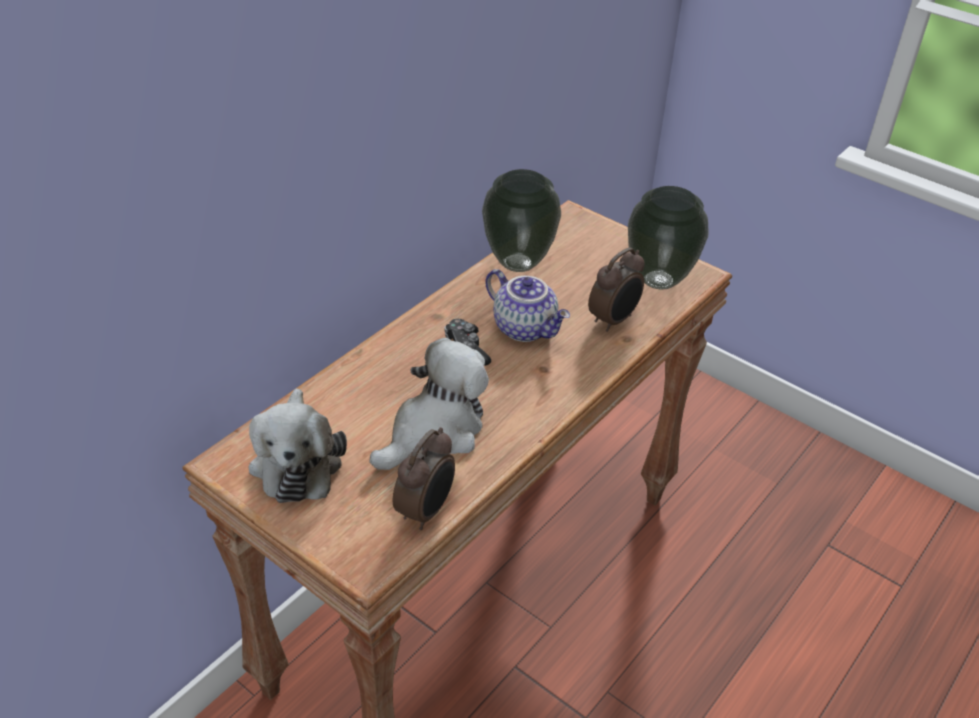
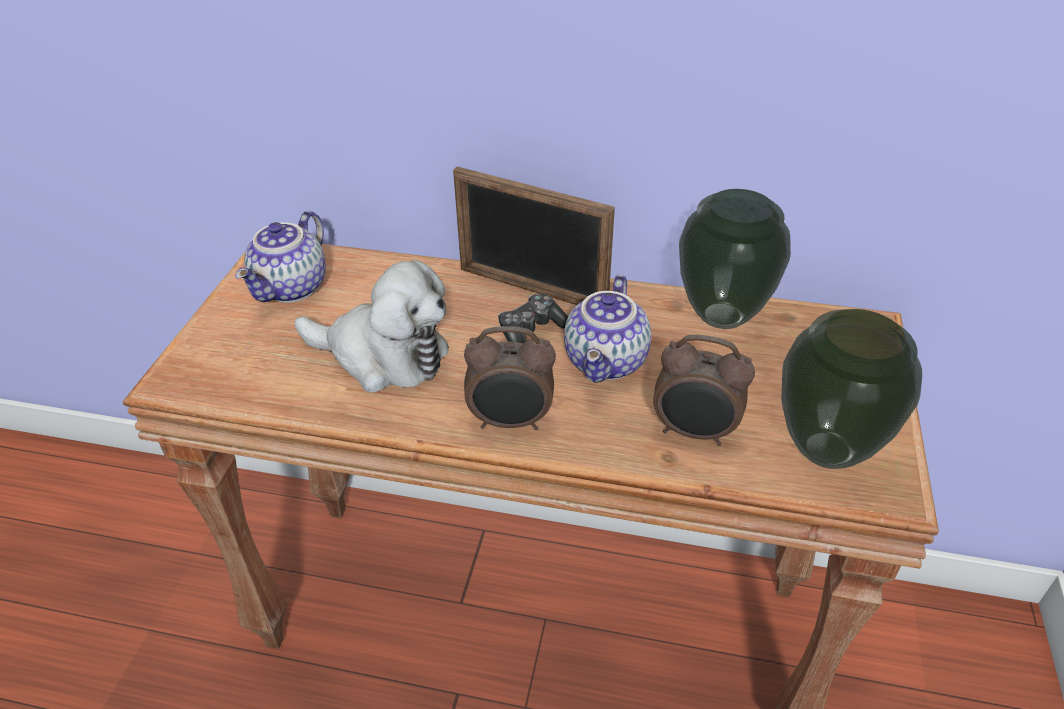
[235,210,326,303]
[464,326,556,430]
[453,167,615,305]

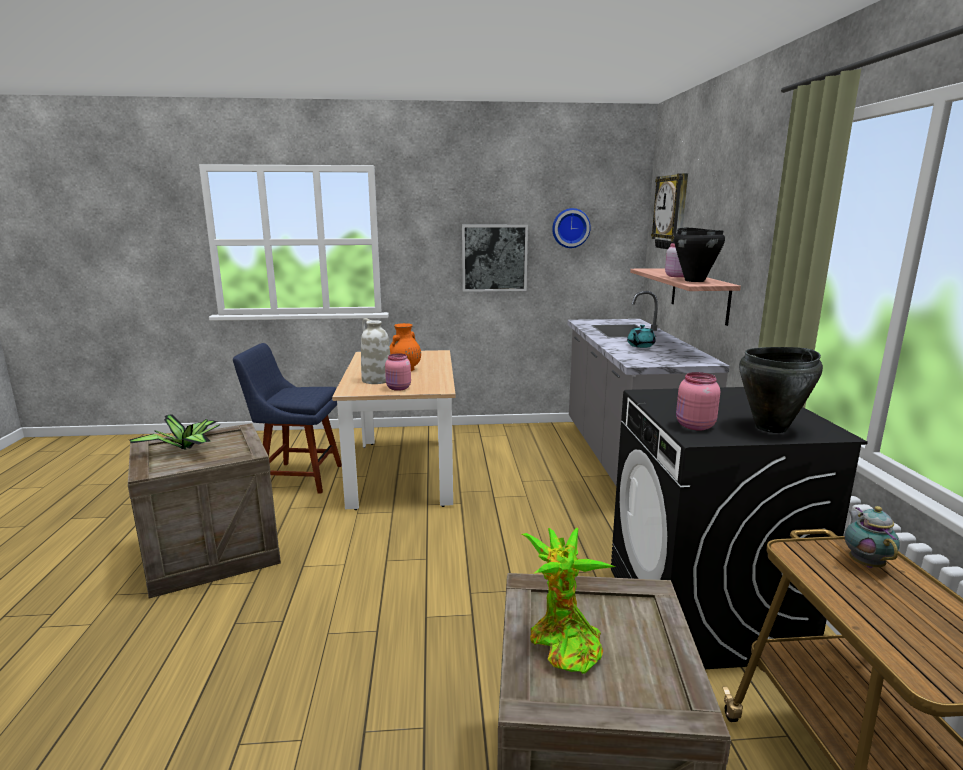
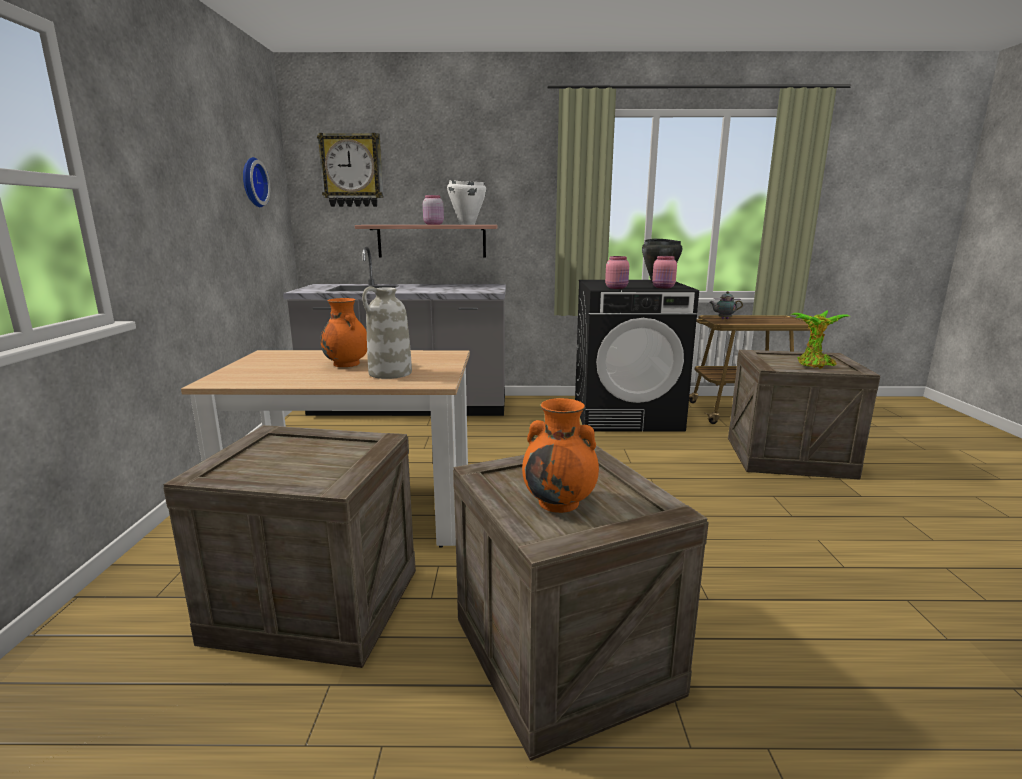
[522,398,599,513]
[163,425,416,668]
[605,256,629,289]
[462,225,528,292] (first image)
[627,325,656,348] (first image)
[447,180,486,225]

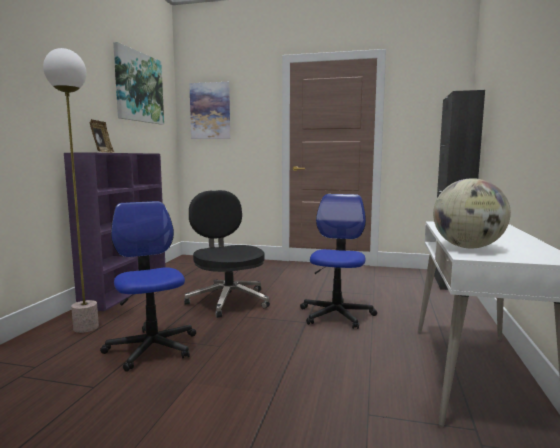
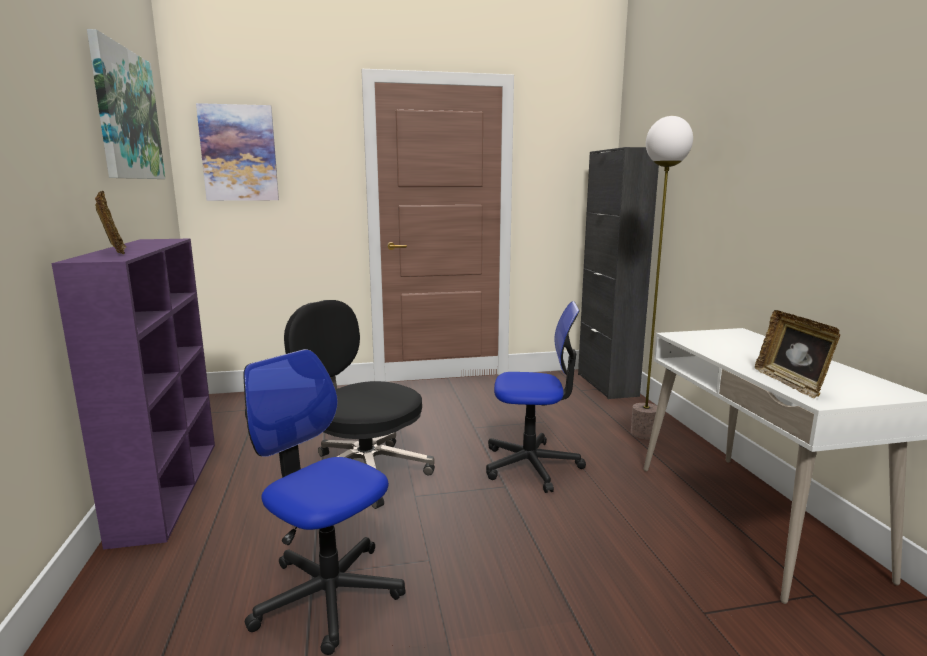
[631,116,693,439]
[486,301,586,493]
[755,310,840,398]

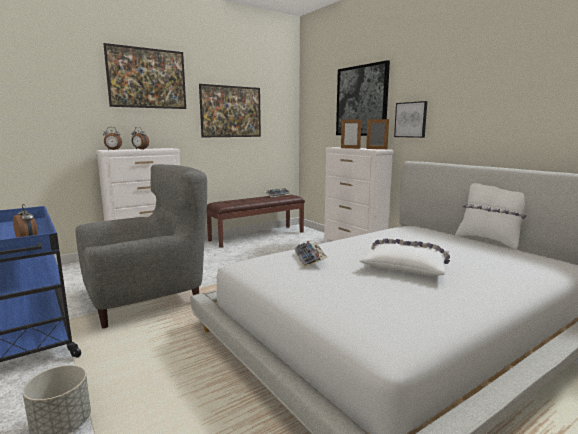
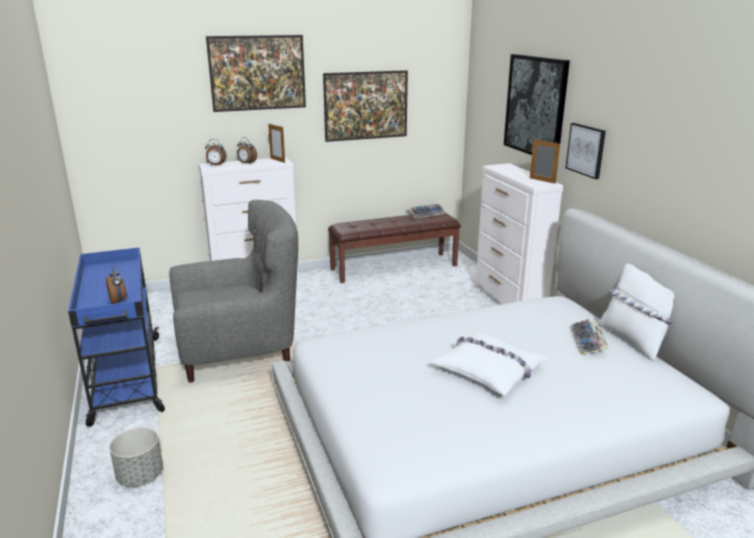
[571,319,609,356]
[268,124,285,163]

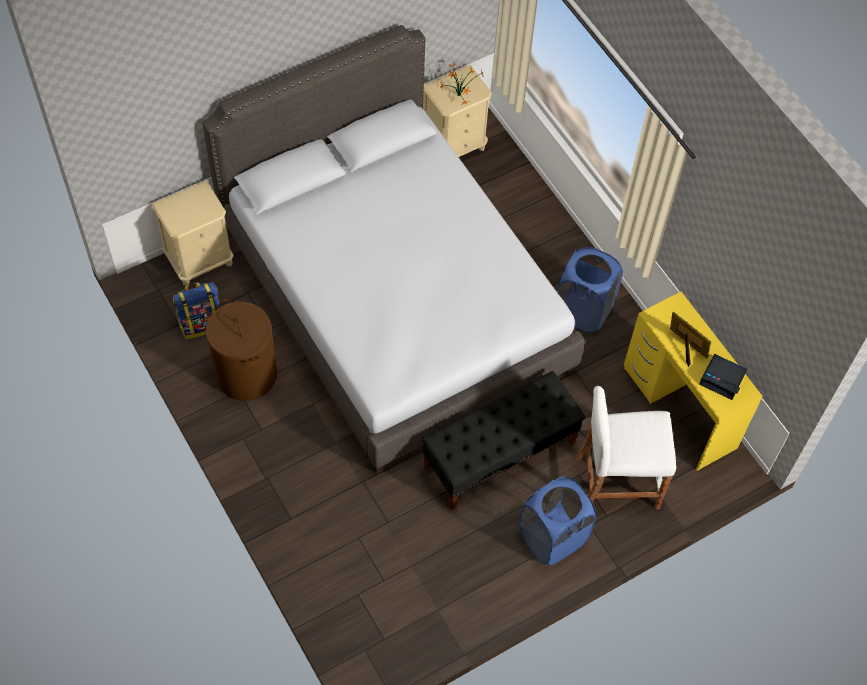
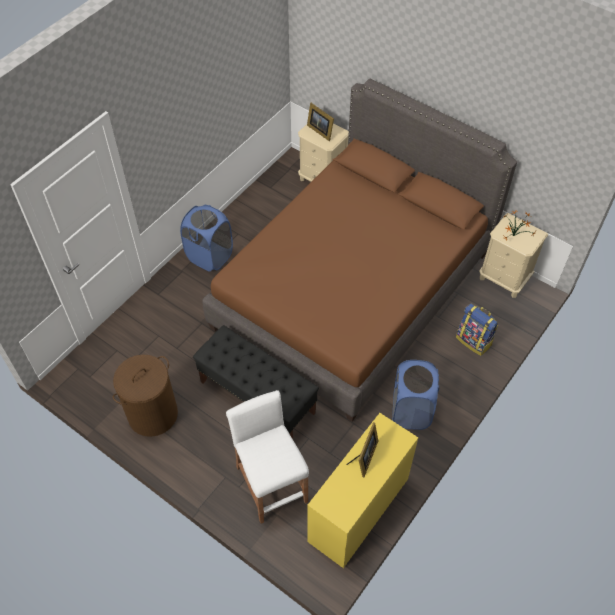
[456,304,498,356]
[202,79,517,422]
[113,354,178,437]
[180,205,233,271]
[699,354,747,400] (first image)
[307,103,334,141]

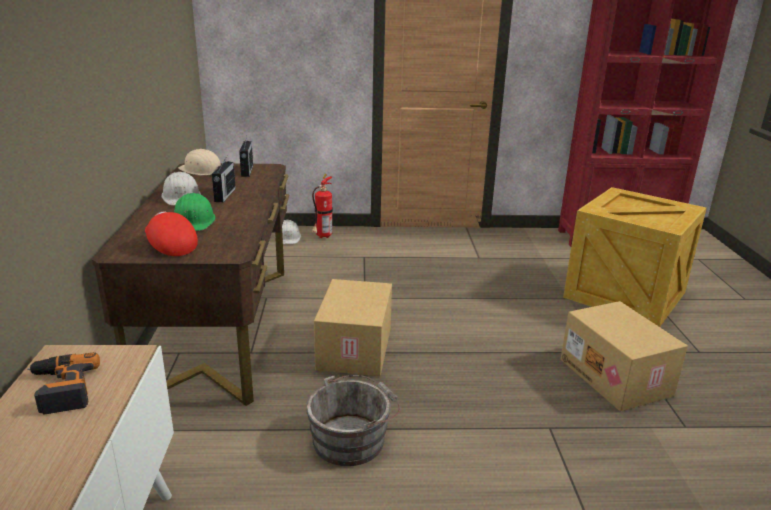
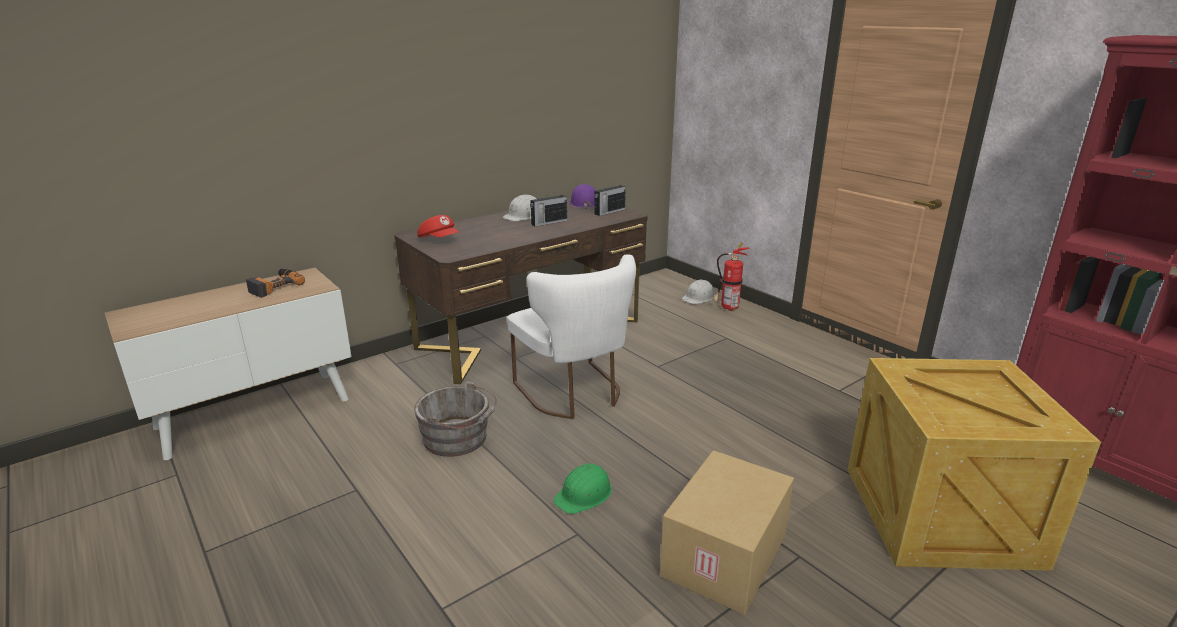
[417,215,459,238]
[553,464,612,514]
[569,184,596,209]
[507,254,636,419]

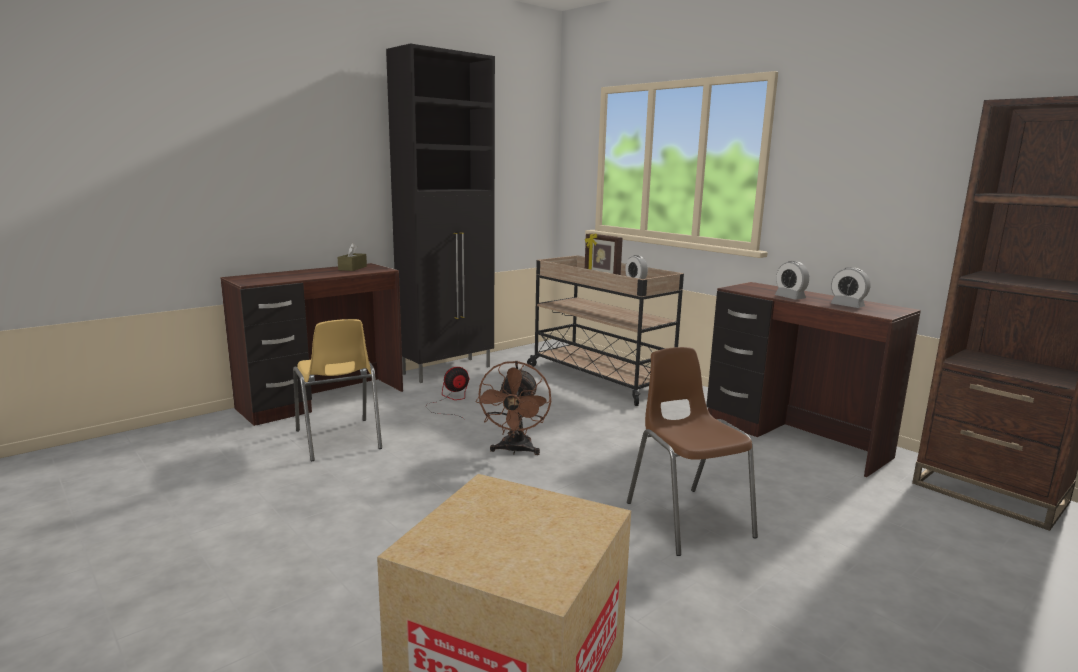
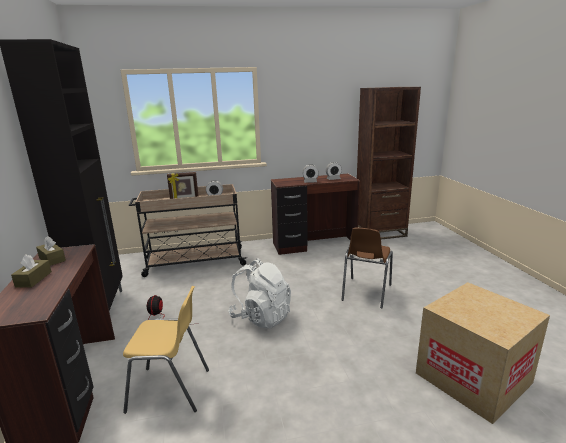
[228,259,291,329]
[342,228,393,309]
[11,254,52,288]

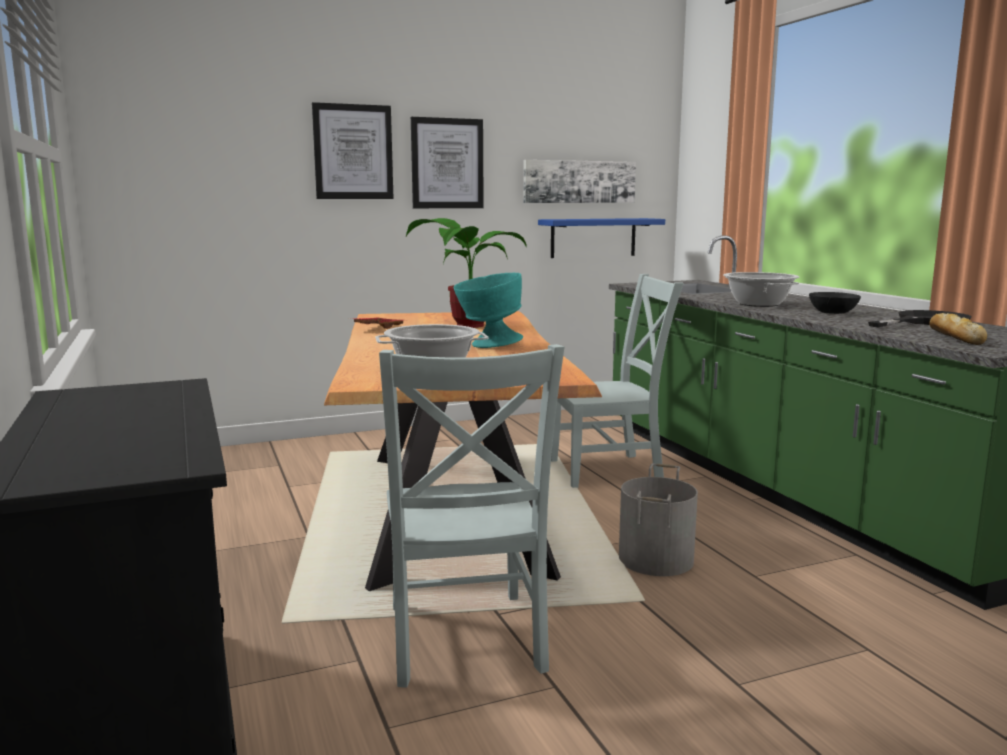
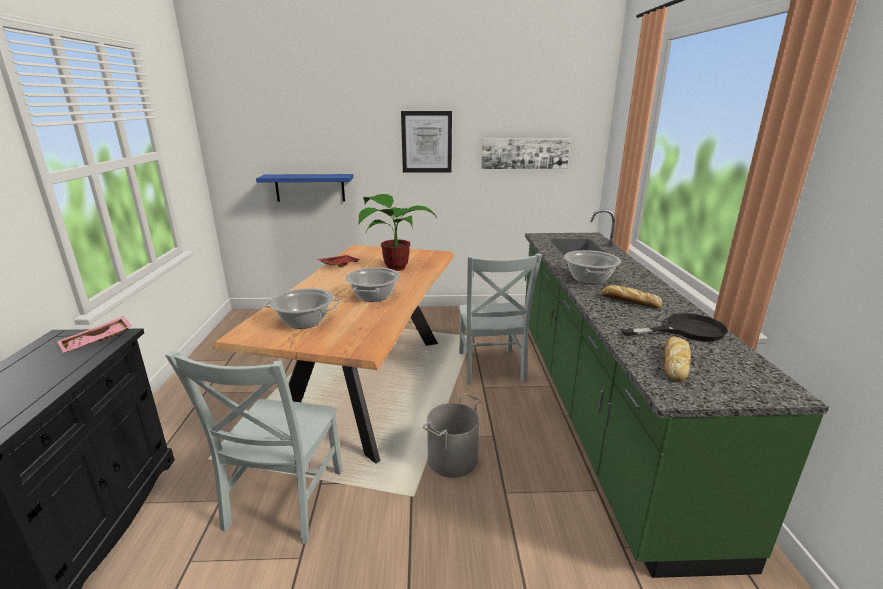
[312,102,393,199] (first image)
[345,267,400,302]
[256,174,353,202]
[459,253,542,385]
[601,285,663,308]
[57,316,132,353]

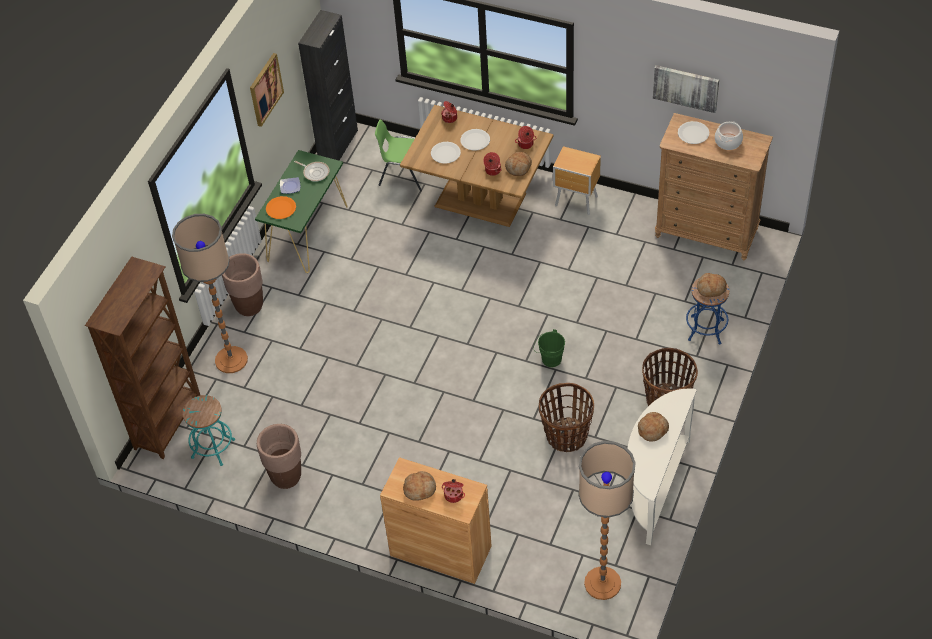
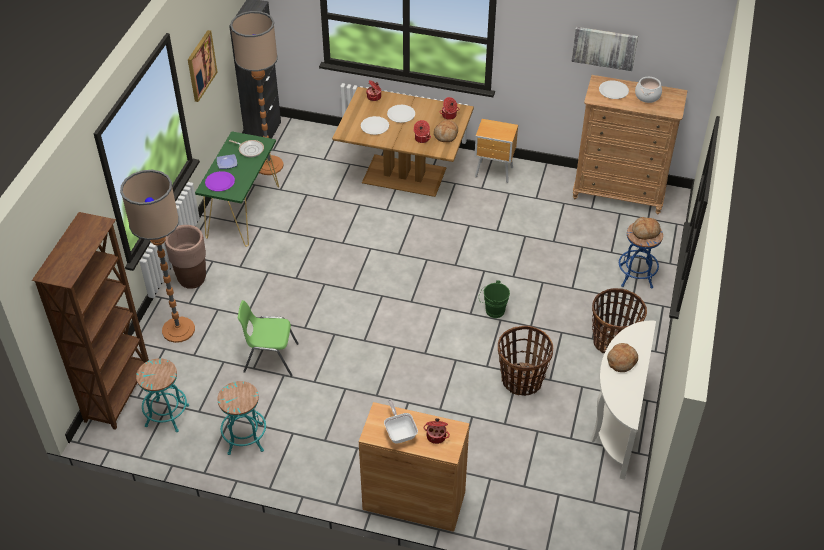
[217,381,266,455]
[205,171,235,191]
[238,300,299,377]
[384,399,418,444]
[230,11,284,175]

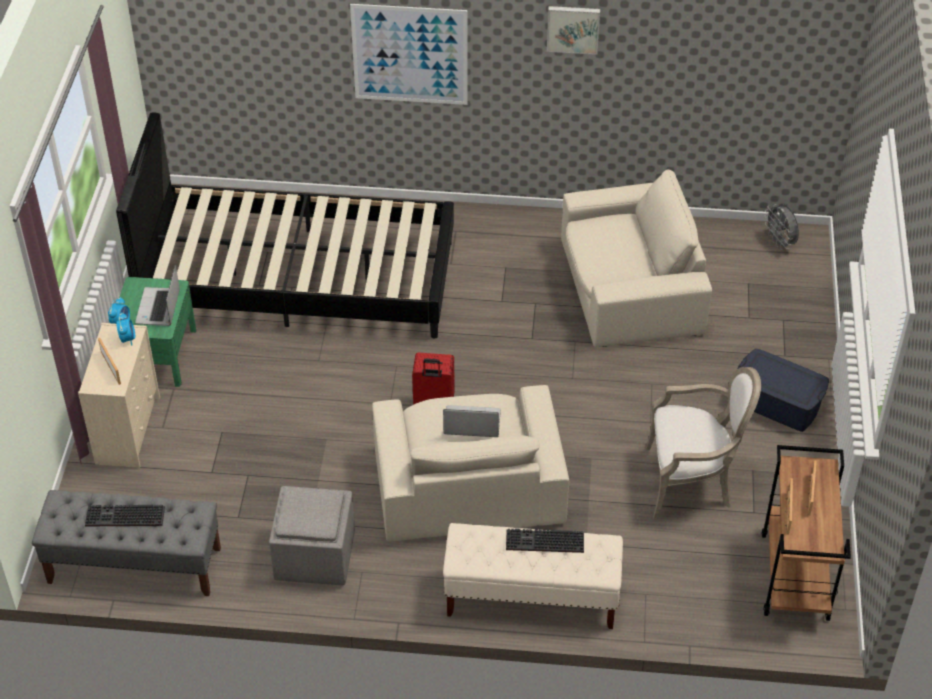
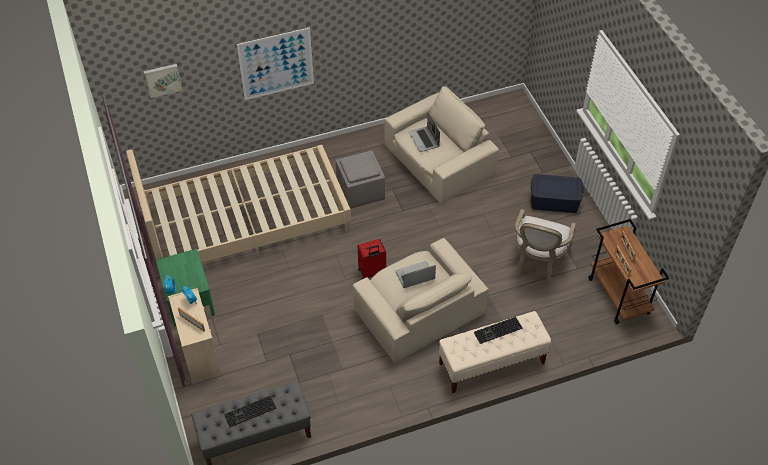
[126,145,351,263]
[409,113,440,152]
[336,150,385,209]
[144,64,183,98]
[513,209,576,284]
[764,204,799,250] (first image)

